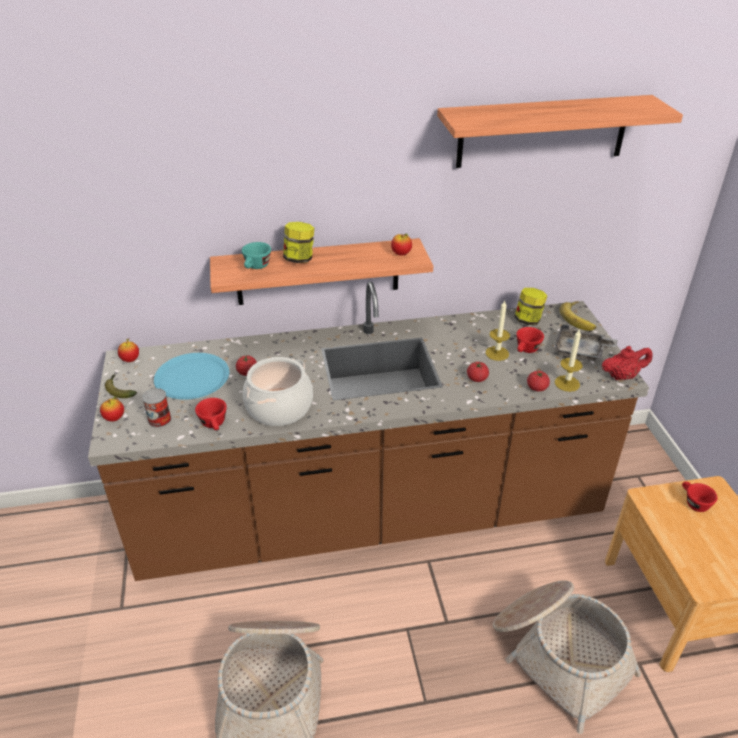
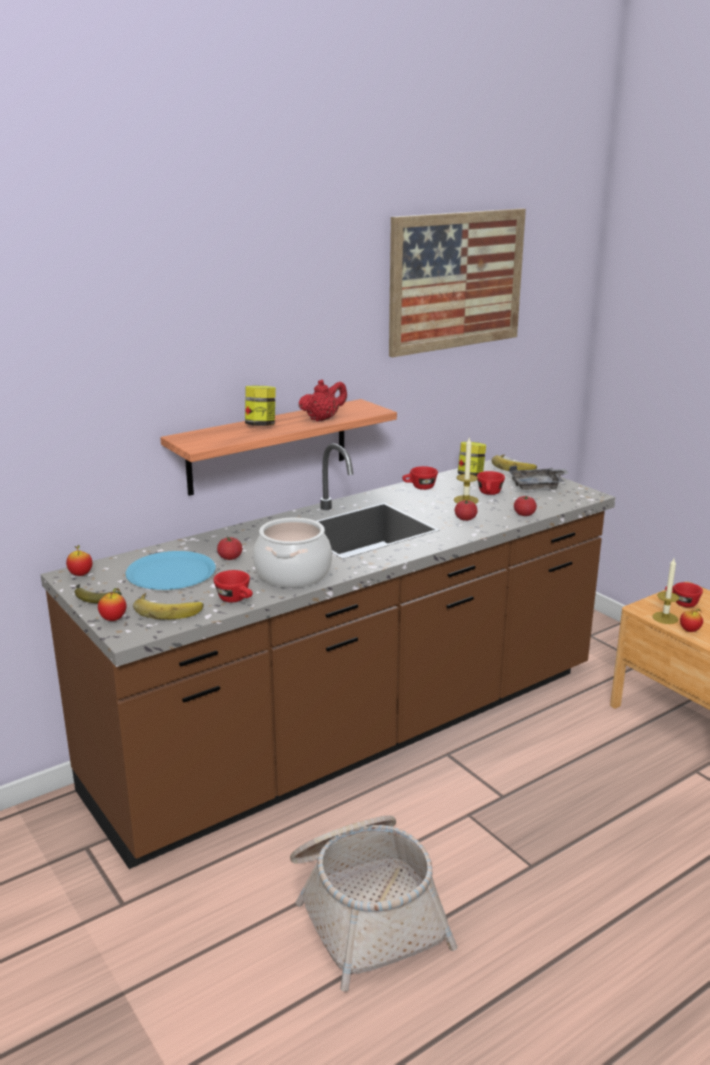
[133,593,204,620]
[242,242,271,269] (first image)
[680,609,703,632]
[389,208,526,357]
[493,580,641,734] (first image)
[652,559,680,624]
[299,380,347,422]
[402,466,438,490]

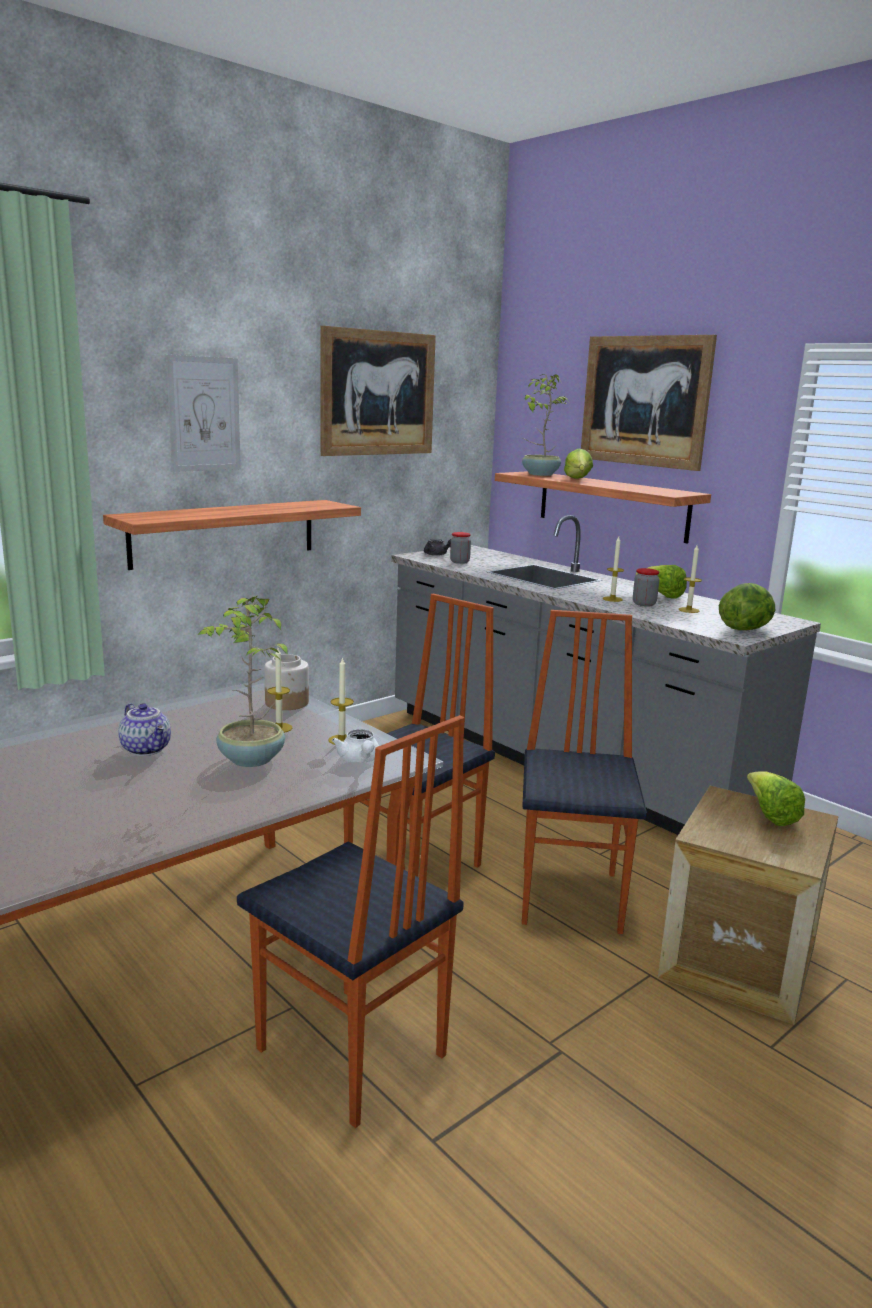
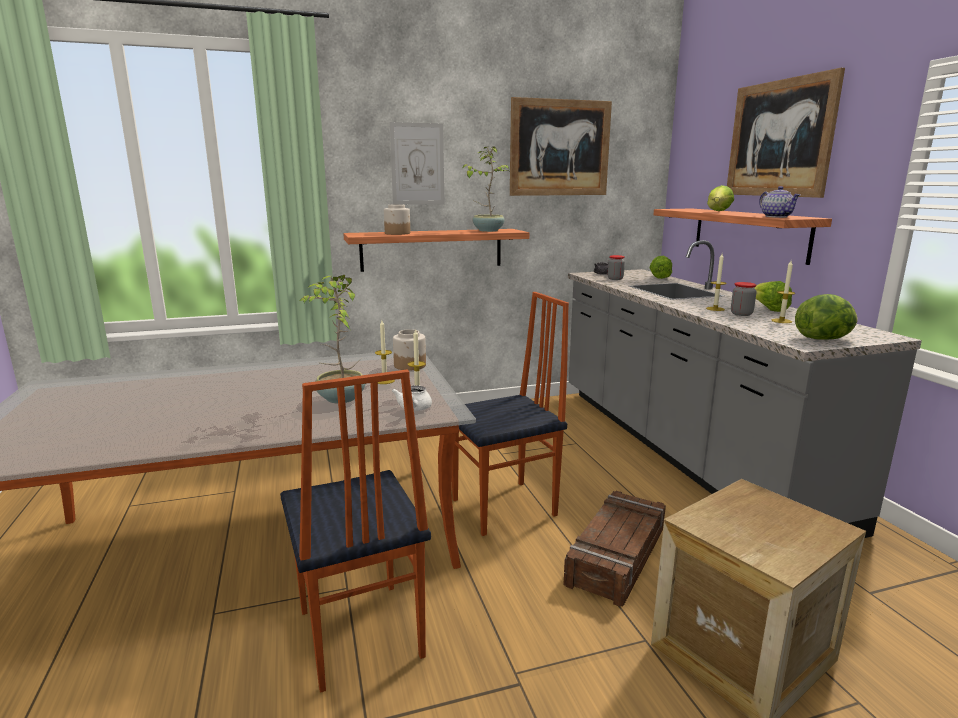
[759,186,800,218]
[462,146,509,232]
[563,491,666,607]
[650,256,672,279]
[384,204,410,235]

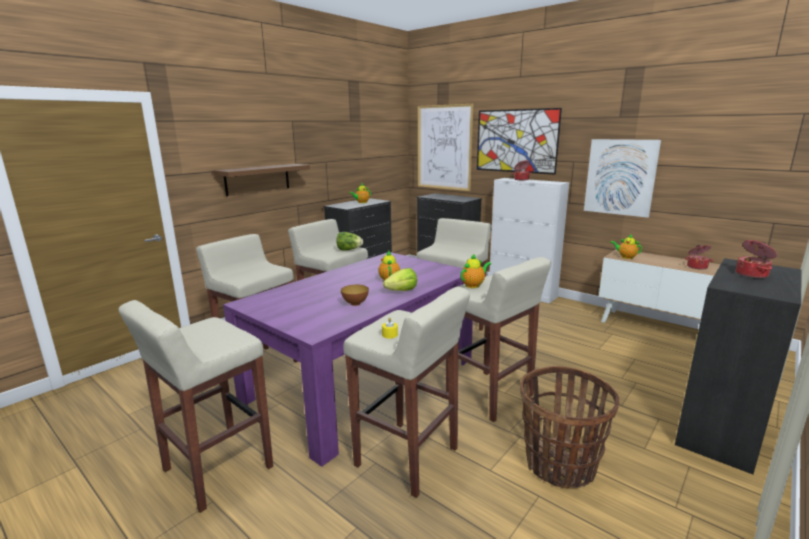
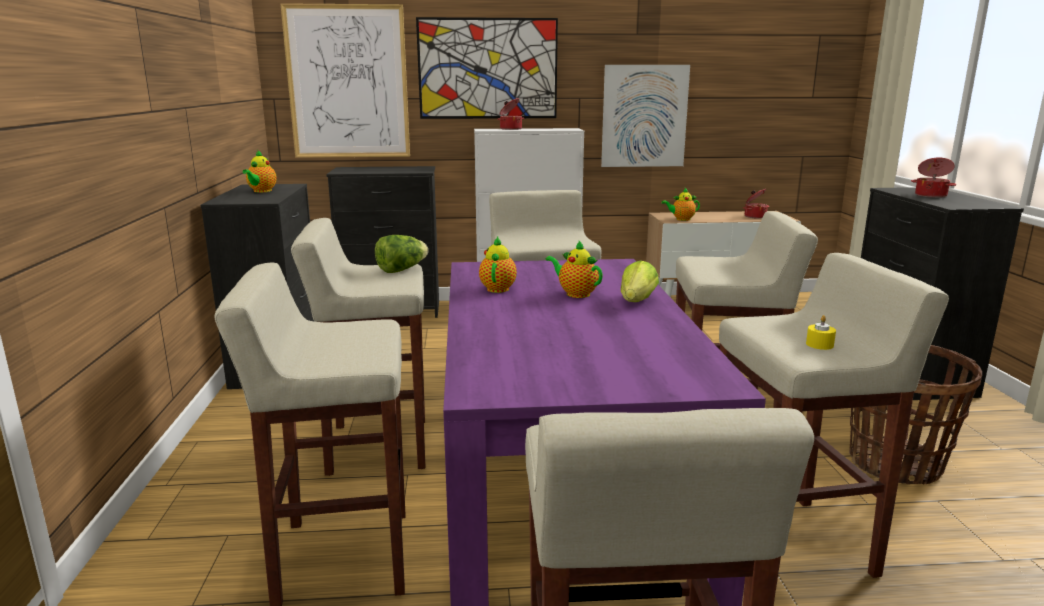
[213,164,310,196] (first image)
[341,285,369,306] (first image)
[479,237,517,293]

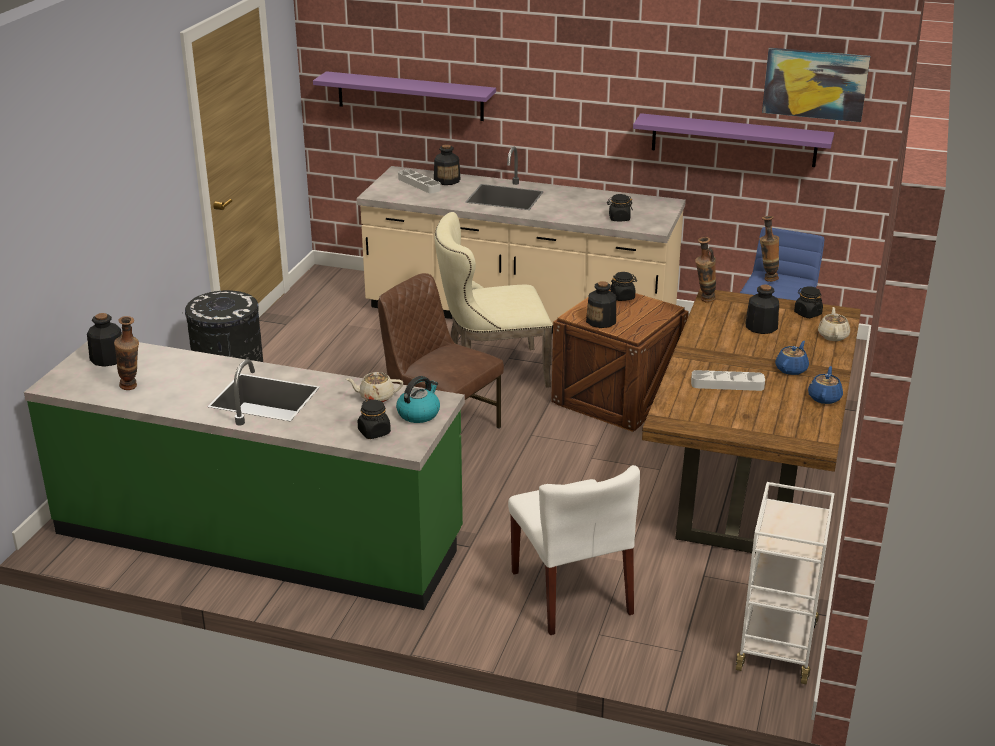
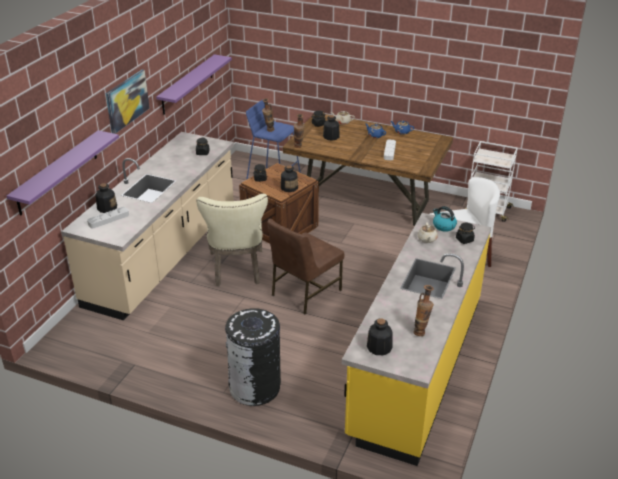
[342,213,491,466]
[106,70,150,134]

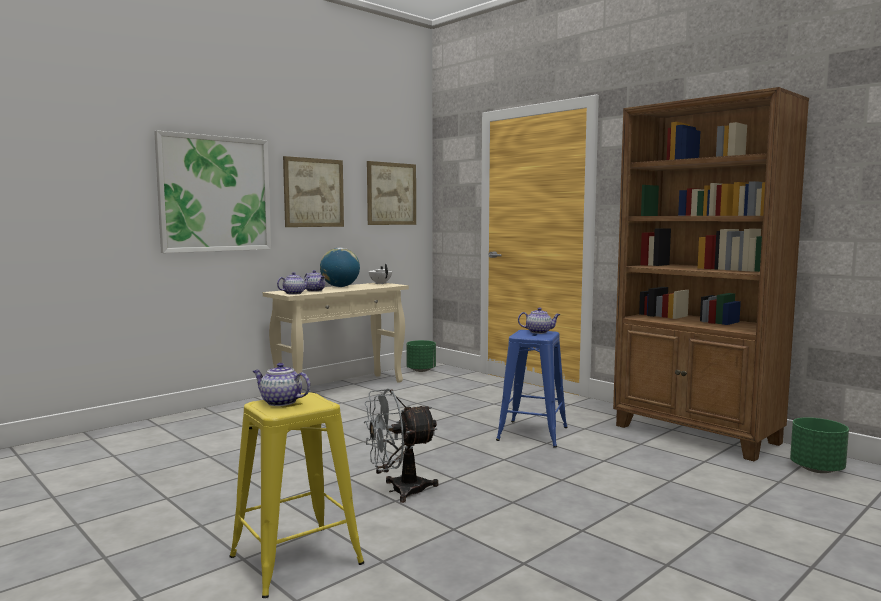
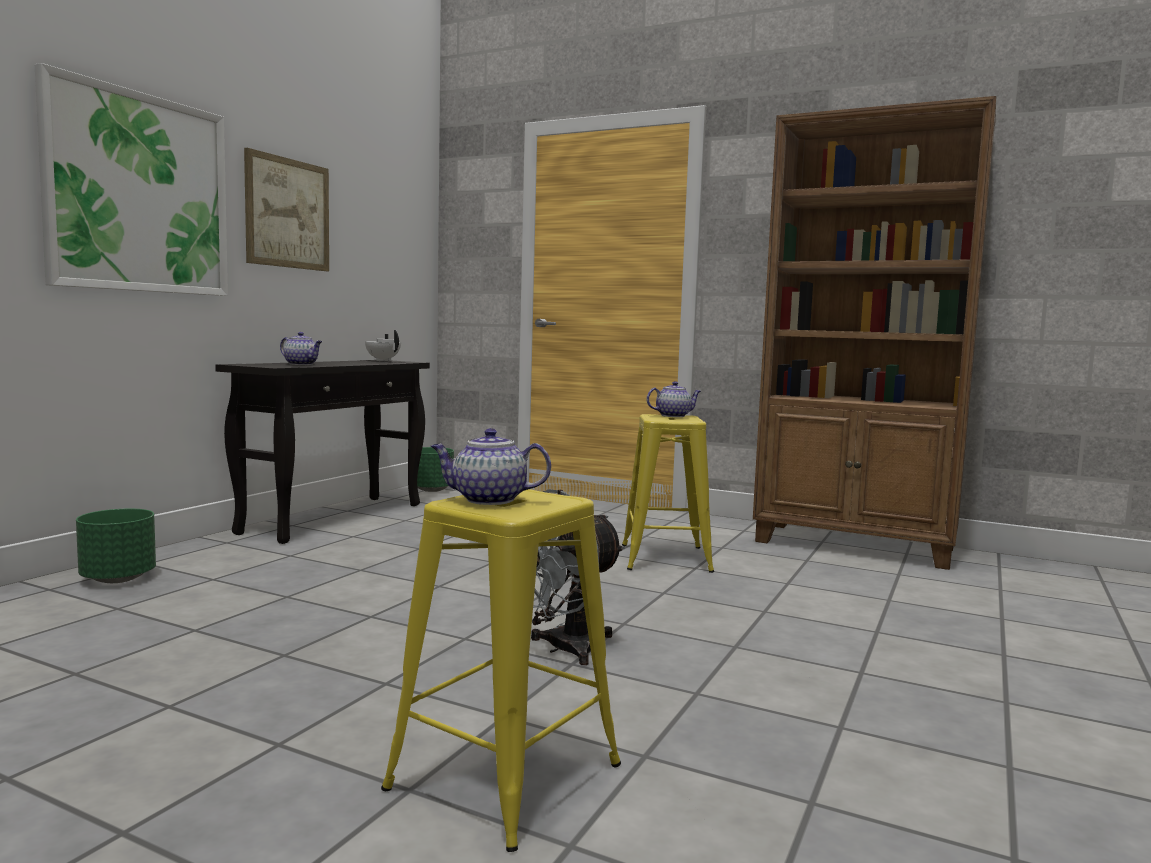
[215,360,430,544]
[277,272,309,295] (first image)
[320,248,360,287] (first image)
[367,161,416,225] (first image)
[622,414,714,573]
[76,509,156,583]

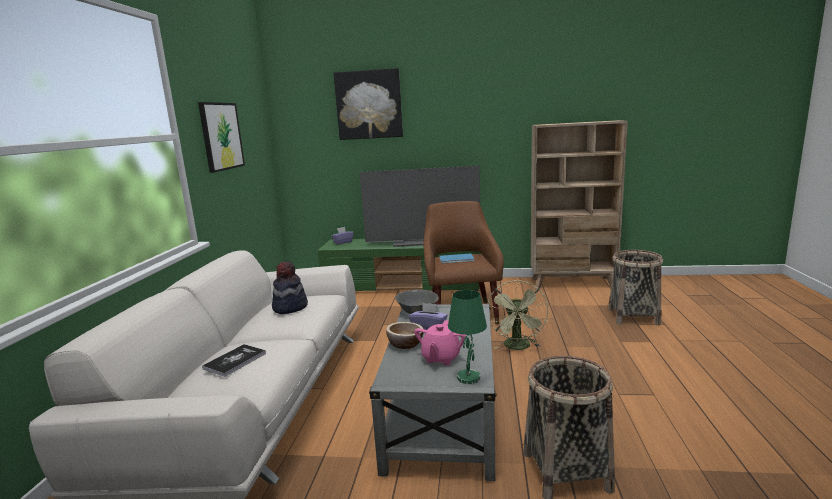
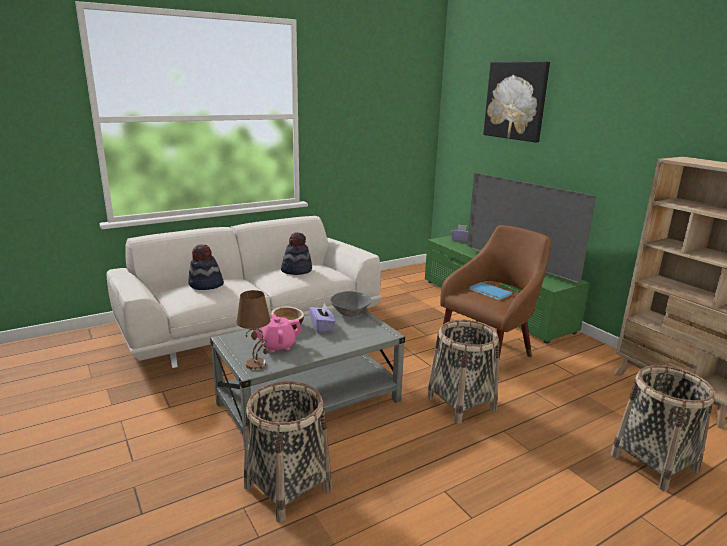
[198,102,245,173] (first image)
[188,245,224,290]
[237,290,270,370]
[427,320,500,424]

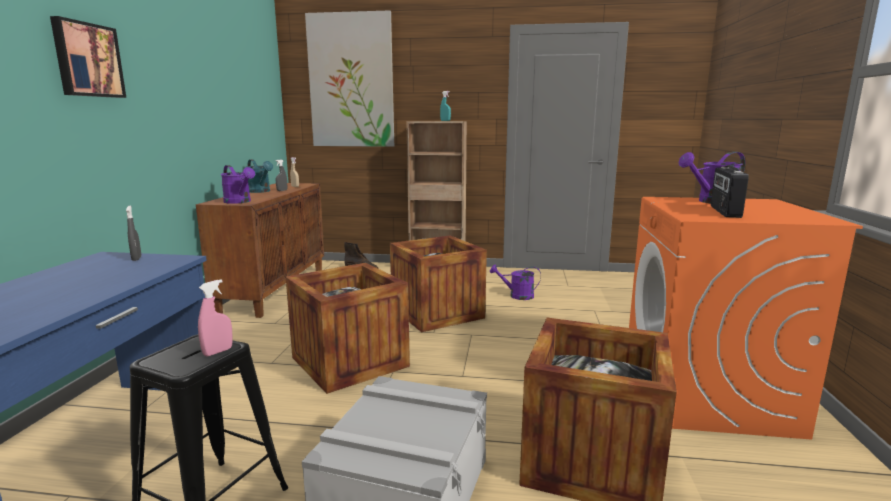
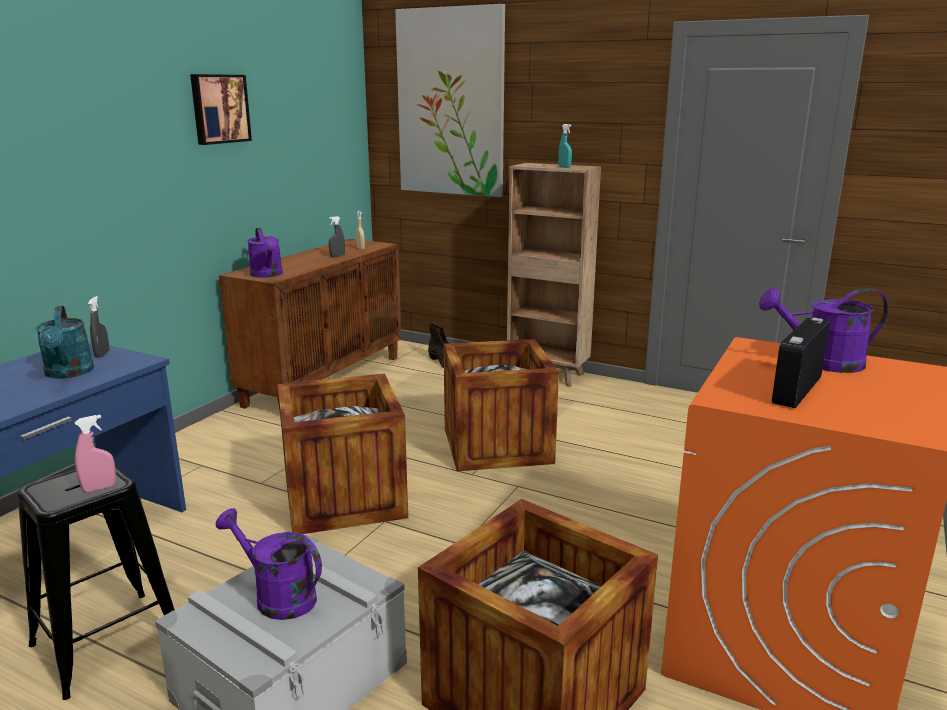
[190,74,252,145]
[35,306,94,379]
[216,508,322,620]

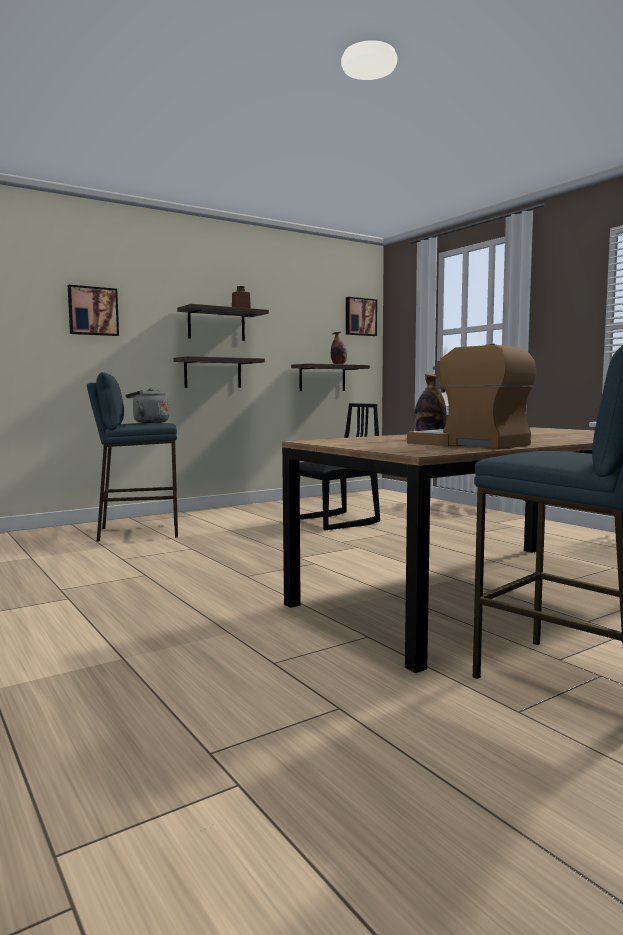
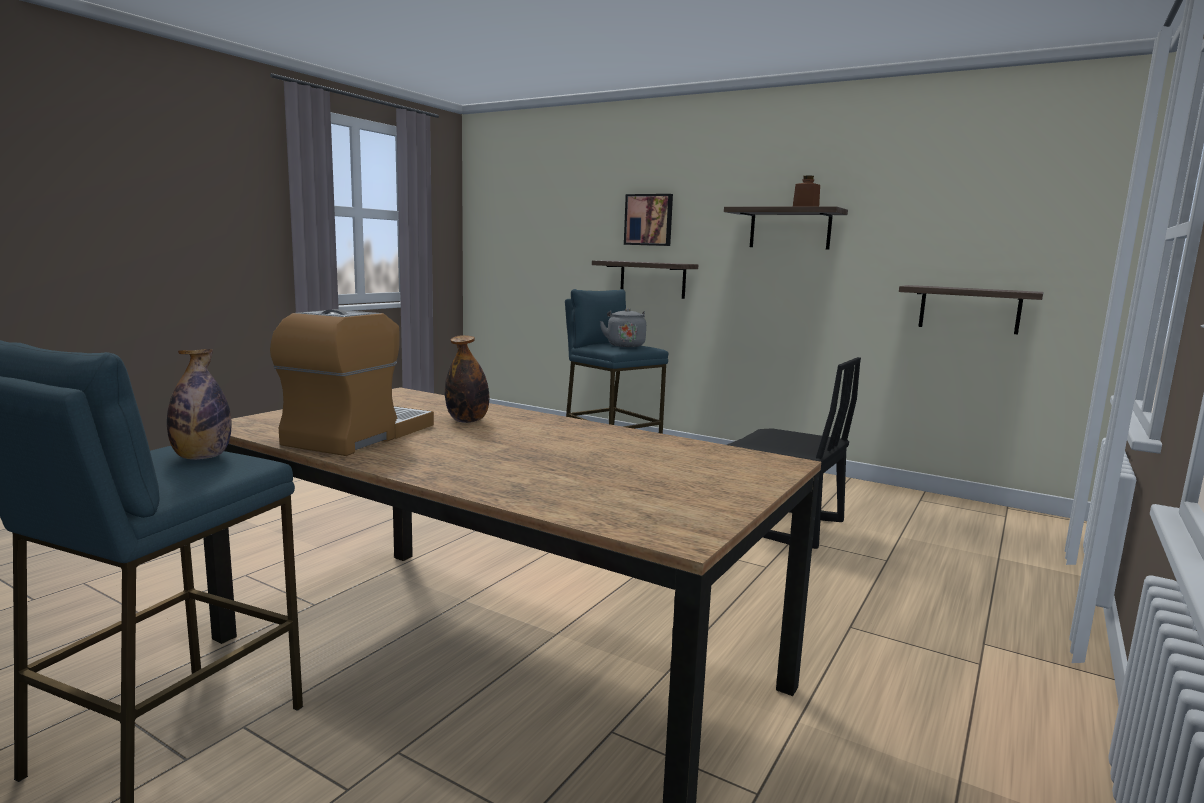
[592,260,698,299]
[167,349,232,460]
[346,297,377,336] (first image)

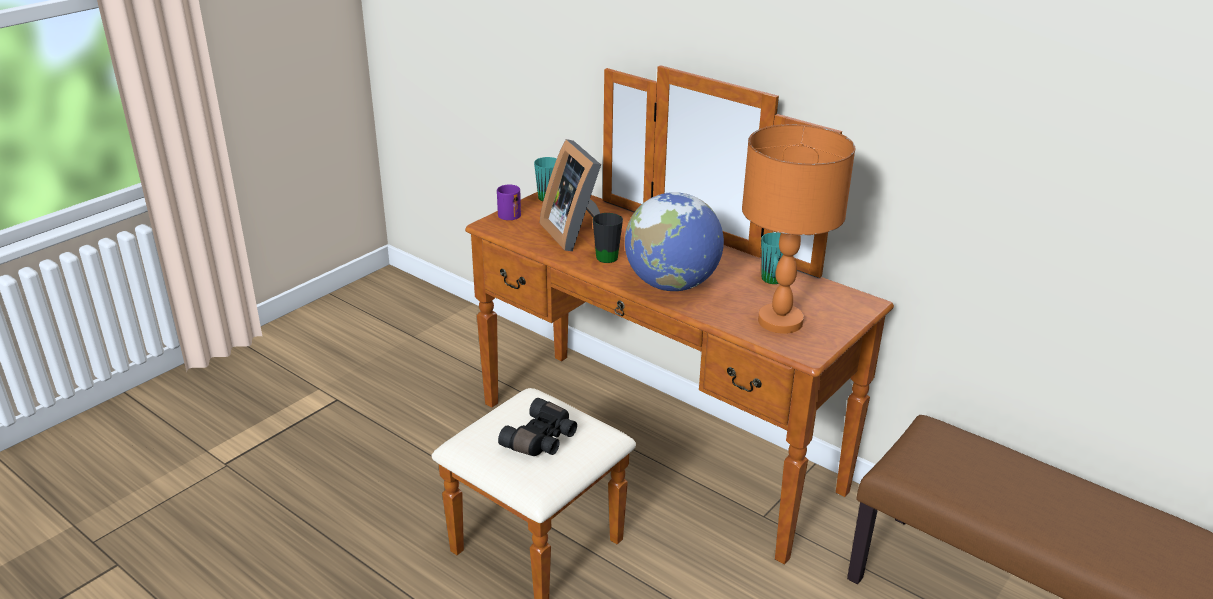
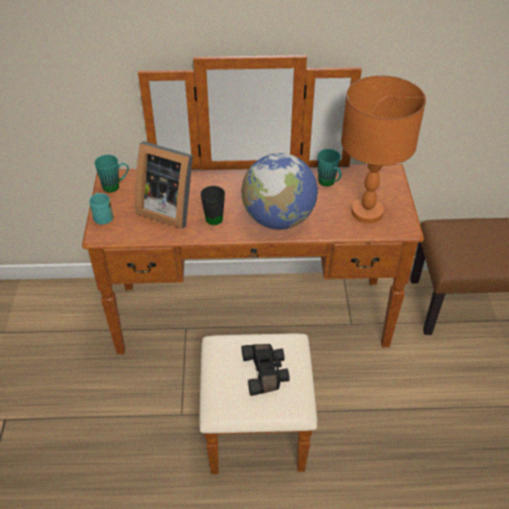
[89,193,113,225]

